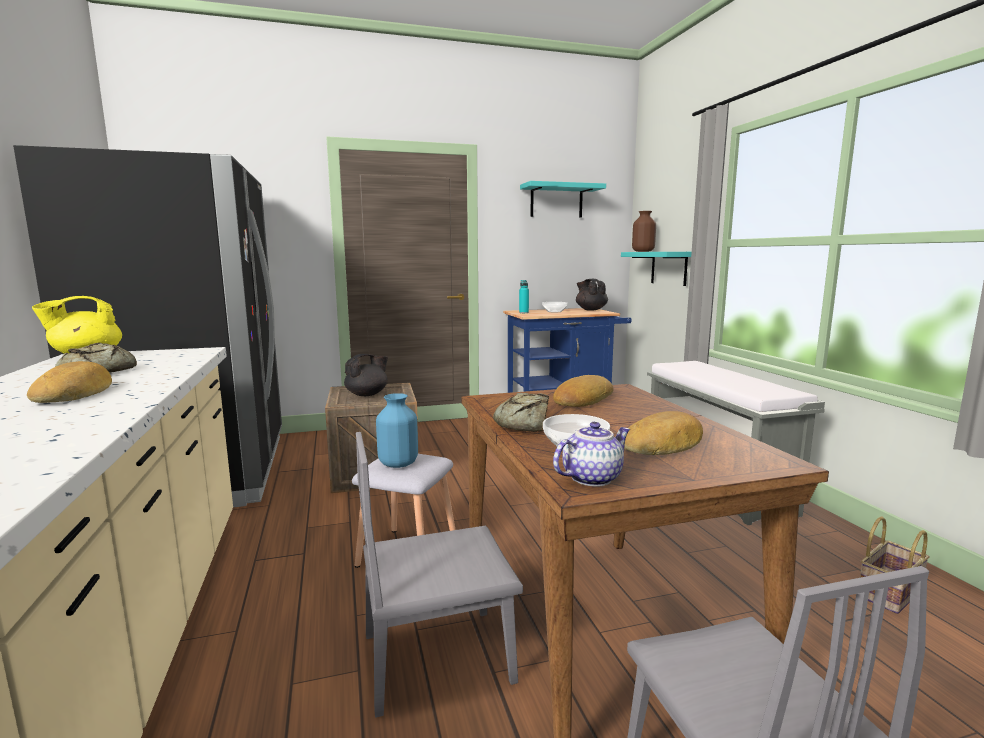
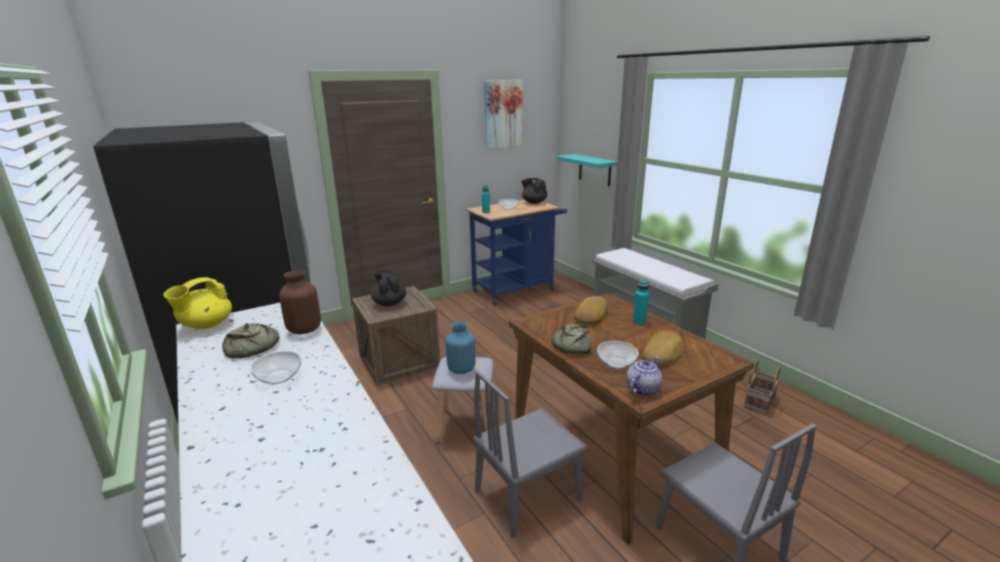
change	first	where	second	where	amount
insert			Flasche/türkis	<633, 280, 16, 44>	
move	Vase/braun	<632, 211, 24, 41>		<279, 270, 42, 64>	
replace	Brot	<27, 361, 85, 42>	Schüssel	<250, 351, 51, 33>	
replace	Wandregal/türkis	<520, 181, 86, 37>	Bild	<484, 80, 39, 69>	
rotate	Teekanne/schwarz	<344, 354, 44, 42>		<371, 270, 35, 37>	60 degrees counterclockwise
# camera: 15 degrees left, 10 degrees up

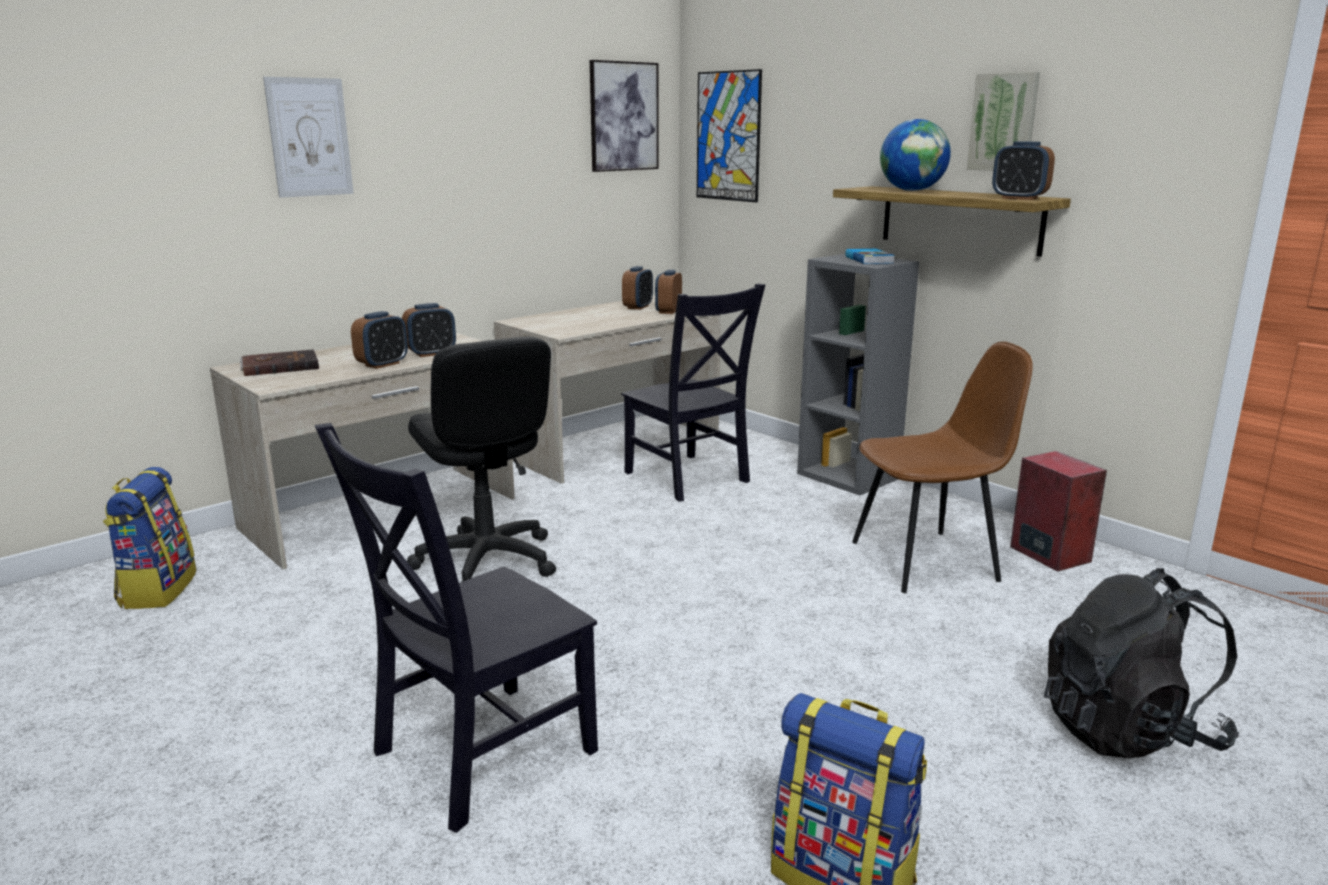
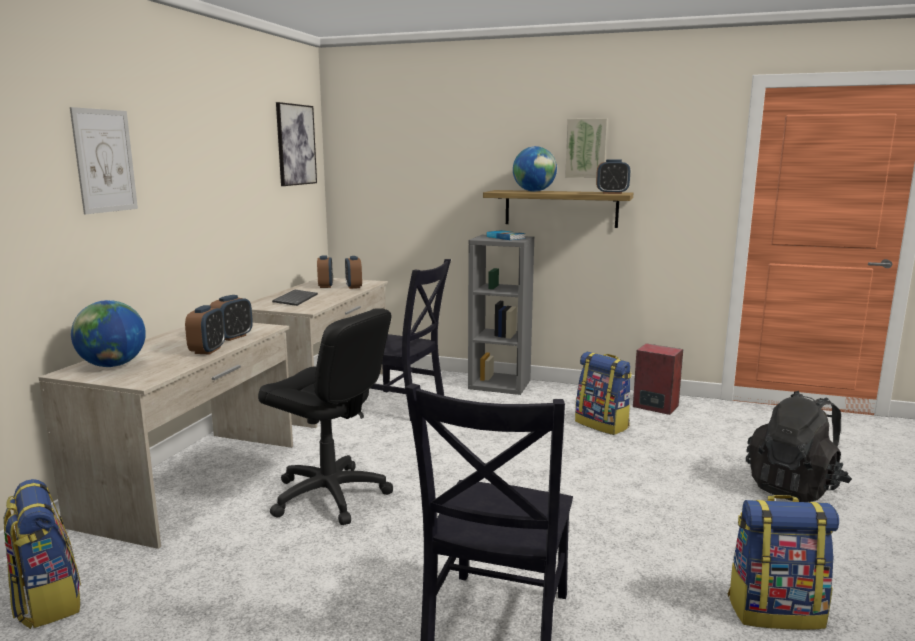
change	first	where	second	where	amount
delete	Bild	<697, 69, 65, 133>			
insert			Tastatur	<272, 290, 46, 16>	
replace	Buch/braun	<240, 349, 79, 27>	Globus	<71, 300, 75, 67>	
replace	Stuhl/braun	<852, 341, 181, 252>	Rucksack	<575, 352, 57, 83>	
# camera: 30 degrees left, 5 degrees down

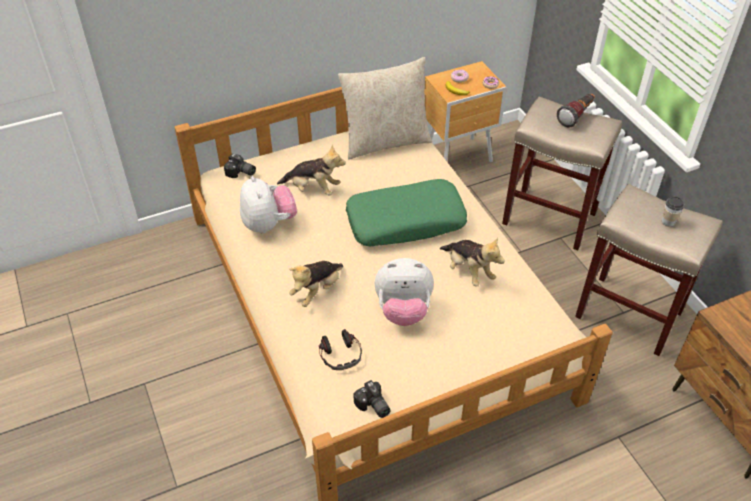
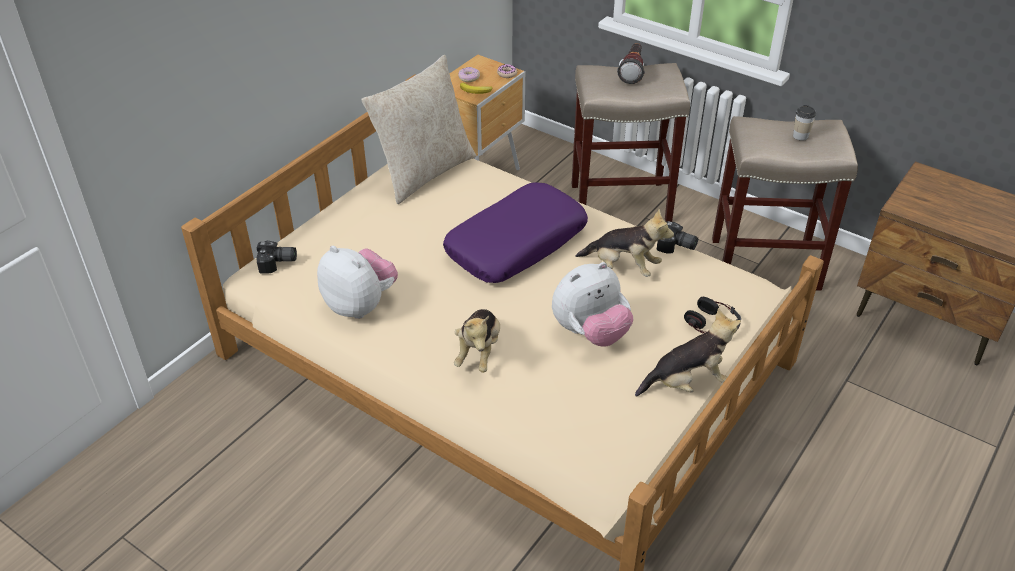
change	first	where	second	where	amount
move	Plüschtier	<277, 144, 69, 51>		<635, 308, 106, 89>	
move	Kopfhörer	<319, 329, 43, 41>		<684, 297, 57, 37>	
move	Kamera	<353, 380, 38, 38>		<657, 221, 41, 33>	
recolor	Kissen/grün	<346, 179, 121, 67>	Kissen/lila	<443, 182, 145, 101>	
# camera: 30 degrees left, 5 degrees down

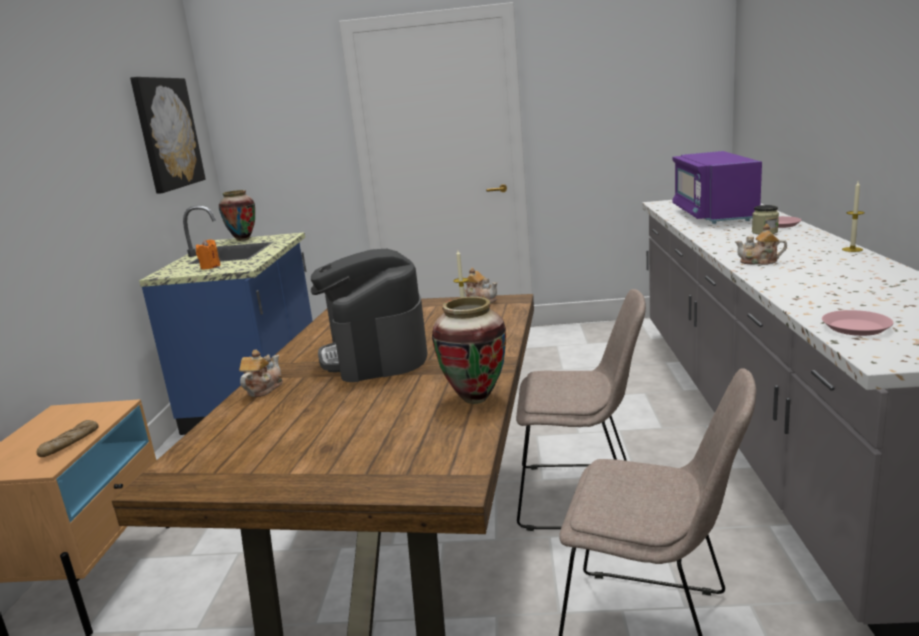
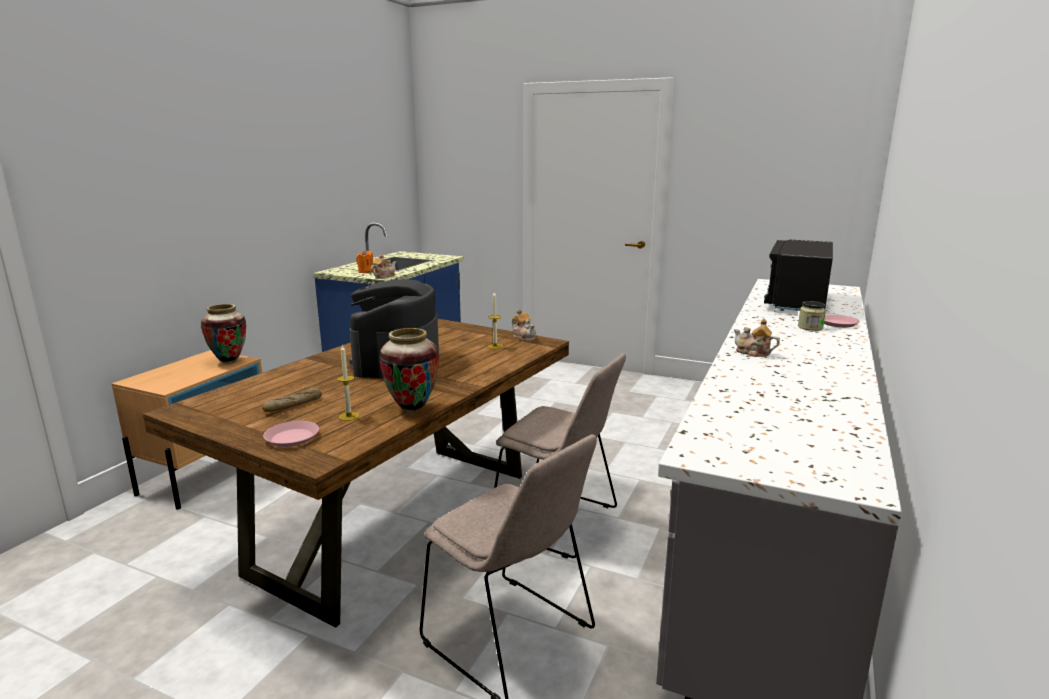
change	first	where	second	where	amount
delete	Bild	<130, 77, 76, 117>			
move	Brot	<37, 420, 62, 37>		<262, 387, 60, 25>	
move	Vase	<219, 190, 36, 51>		<201, 304, 45, 60>	
move	Teekanne	<239, 350, 44, 47>		<371, 254, 25, 24>	
move	Teller/rosa	<822, 310, 71, 26>		<263, 421, 56, 26>	
move	Kerze	<842, 181, 23, 71>		<337, 344, 22, 77>	
recolor	Mikrowelle/lila	<672, 151, 90, 73>	Mikrowelle/schwarz	<764, 239, 69, 72>	
# camera: 20 degrees right, 0 degrees up

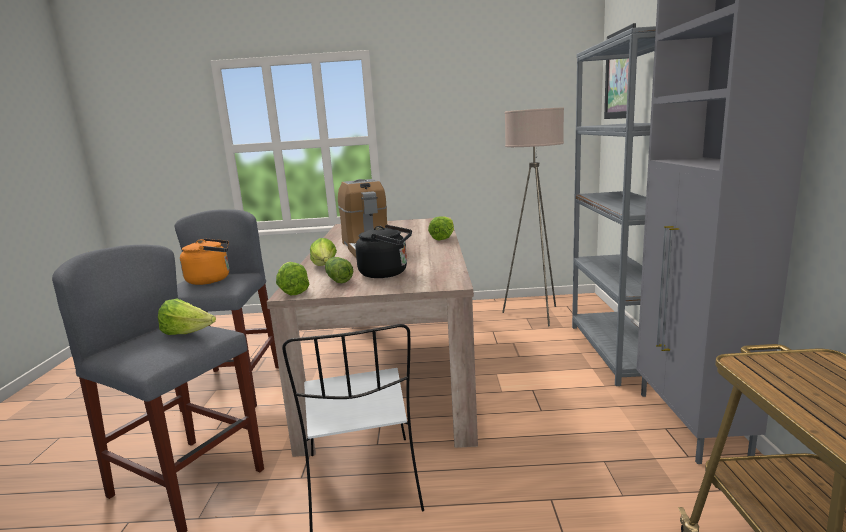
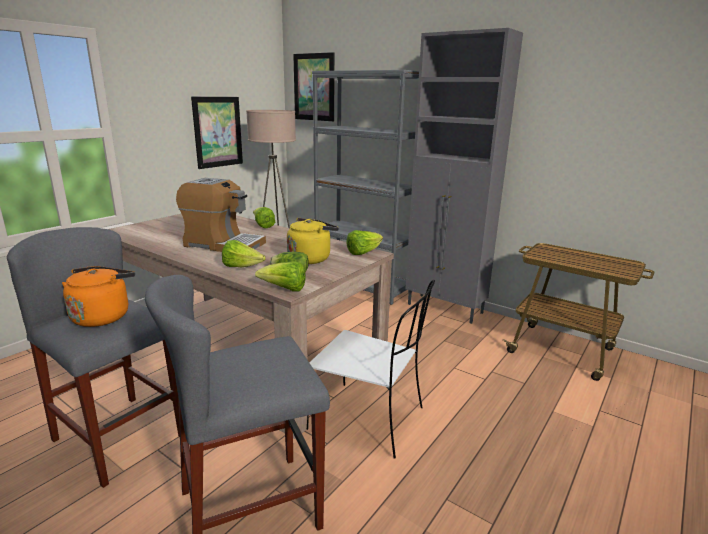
change	first	where	second	where	amount
insert			Bild	<191, 97, 52, 72>	
move	Salatkopf	<158, 299, 58, 36>		<346, 230, 37, 25>	
recolor	Wasserkessel/schwarz	<356, 225, 56, 53>	Wasserkessel/gelb	<287, 218, 52, 46>	
# camera: 55 degrees left, 5 degrees up

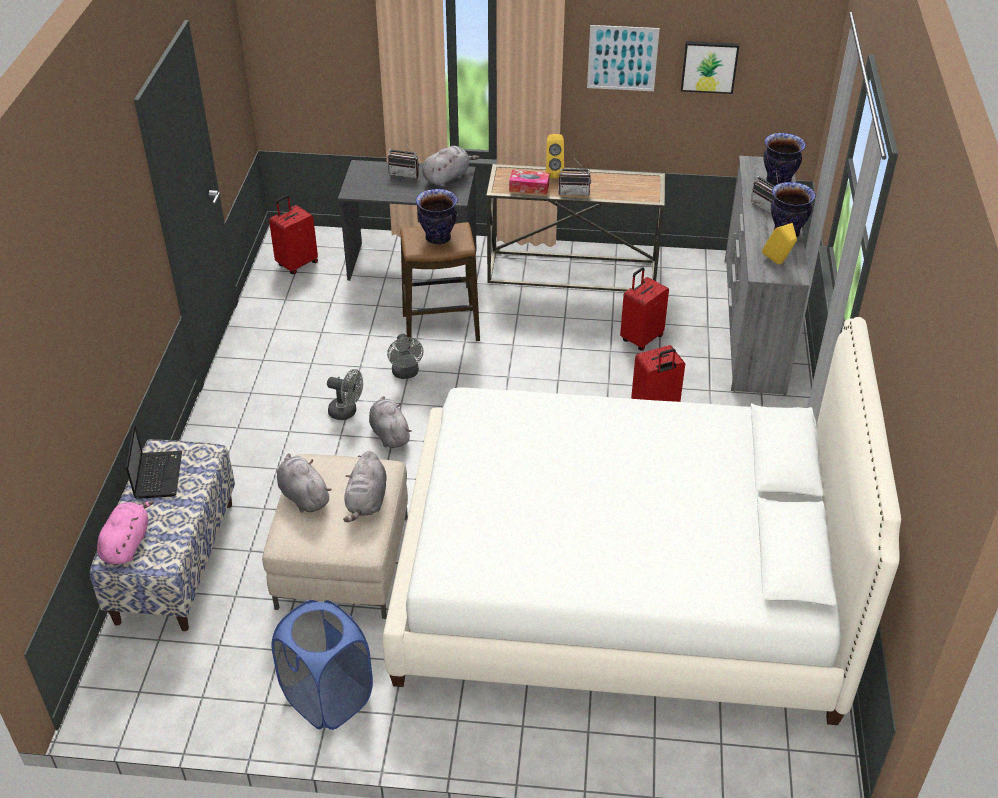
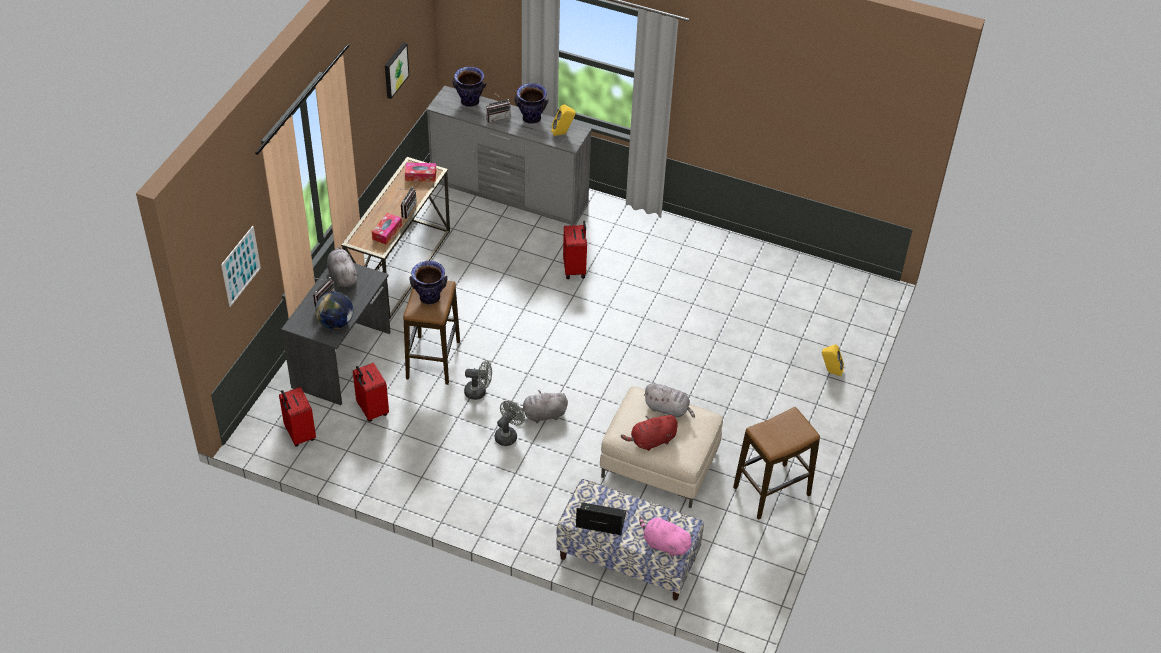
change	first	where	second	where	amount
delete	Bett/weiß	<383, 317, 518, 408>			
insert			Globus	<315, 291, 38, 38>	
insert			Taschentuchbox	<405, 163, 31, 19>	
move	Lautsprecher/gelb	<546, 134, 18, 44>		<822, 345, 22, 31>	
move	Bild	<587, 25, 73, 66>		<221, 226, 40, 81>	
move	Koffer/rot	<620, 267, 49, 84>		<353, 363, 36, 59>	
replace	Wäschekorb/blau	<271, 600, 102, 130>	Hocker	<733, 407, 87, 113>	
recolor	Plüschtier/grau	<277, 453, 54, 59>	Plüschtier/rot	<621, 414, 57, 37>	
# camera: 75 degrees left, 5 degrees up

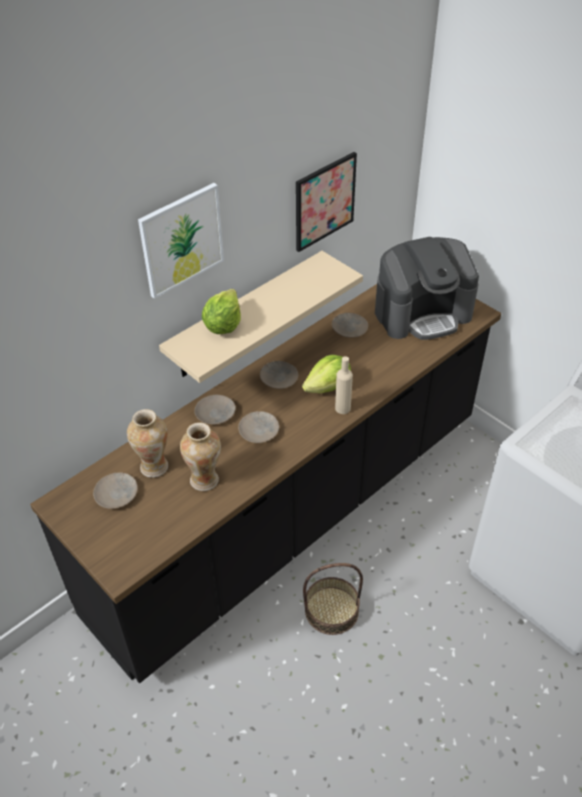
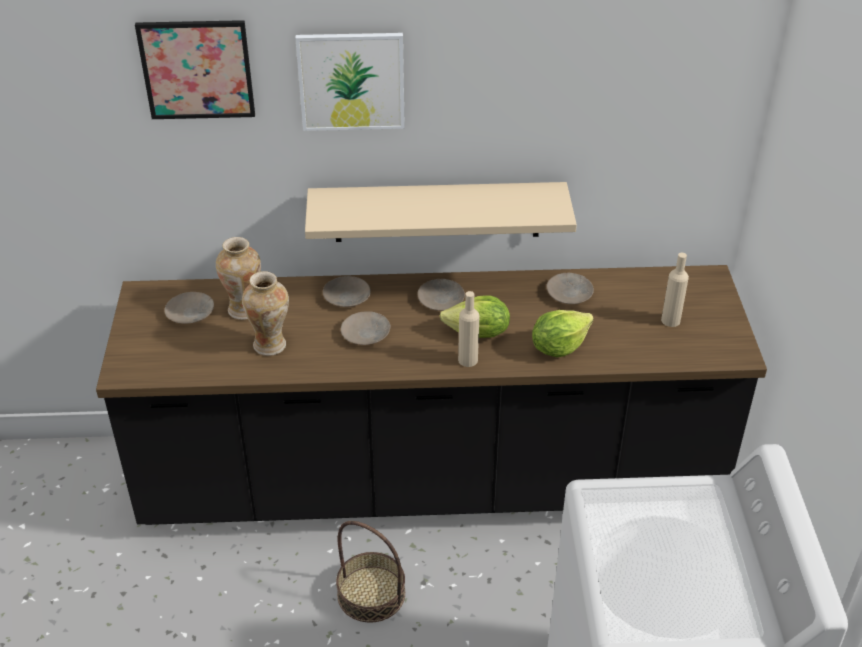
change	first	where	second	where	amount
move	Salatkopf	<202, 289, 39, 45>		<532, 310, 62, 47>	
move	Bild	<296, 152, 61, 100>		<135, 20, 120, 99>	
replace	Kaffeemaschine	<375, 237, 104, 103>	Flasche/beige	<661, 253, 28, 74>	
# camera: 40 degrees right, 5 degrees down

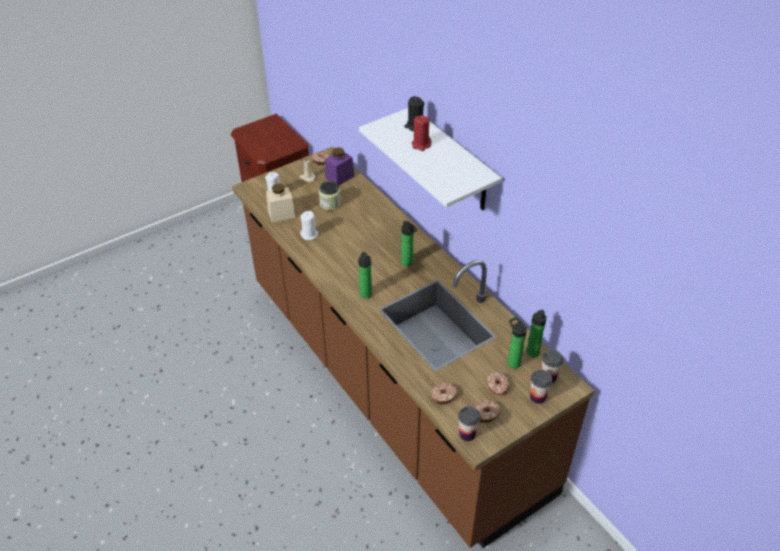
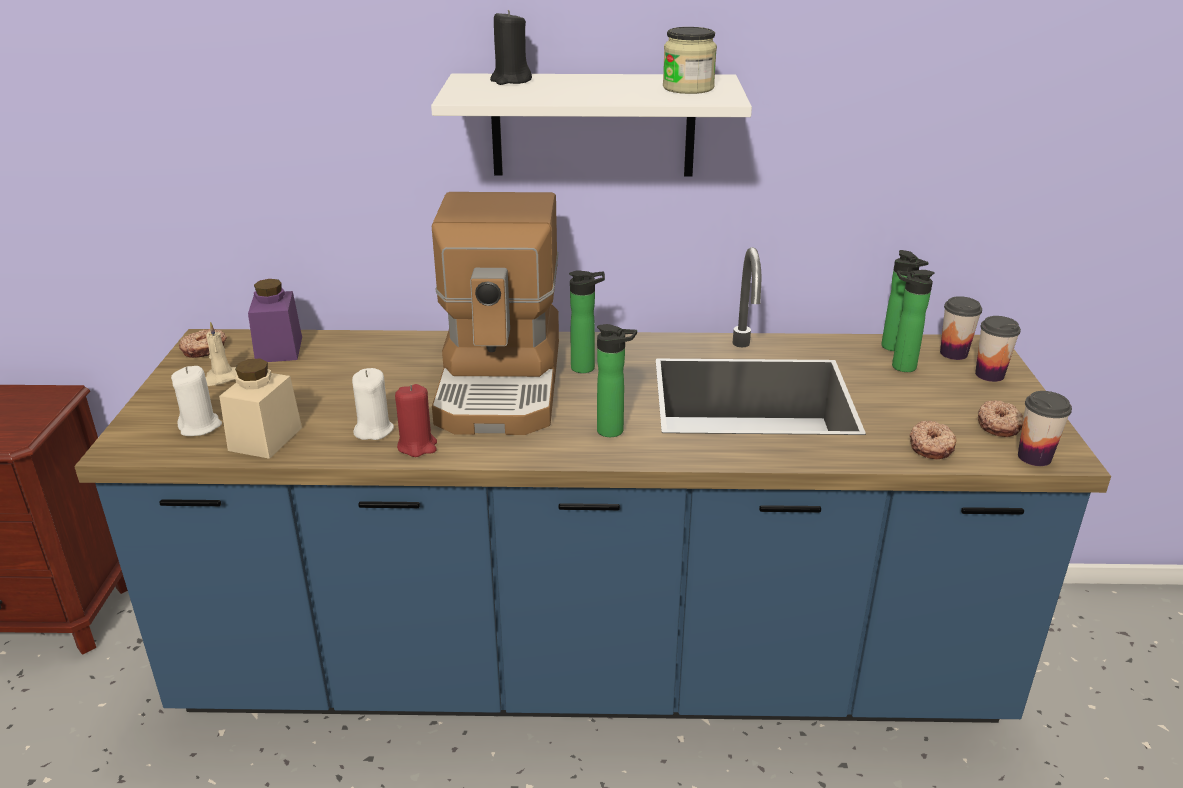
change	first	where	second	where	amount
delete	Donut	<487, 372, 22, 23>			
insert			Kaffeemaschine	<432, 192, 127, 243>	
move	Vorratsglas	<319, 181, 22, 30>		<663, 27, 54, 67>	
move	Kerze/rot	<412, 115, 20, 36>		<395, 384, 42, 73>	
recolor	Küchenzeile/braun	<232, 147, 362, 401>	Küchenzeile/blau	<74, 247, 1037, 476>	
# camera: 55 degrees left, 15 degrees down

